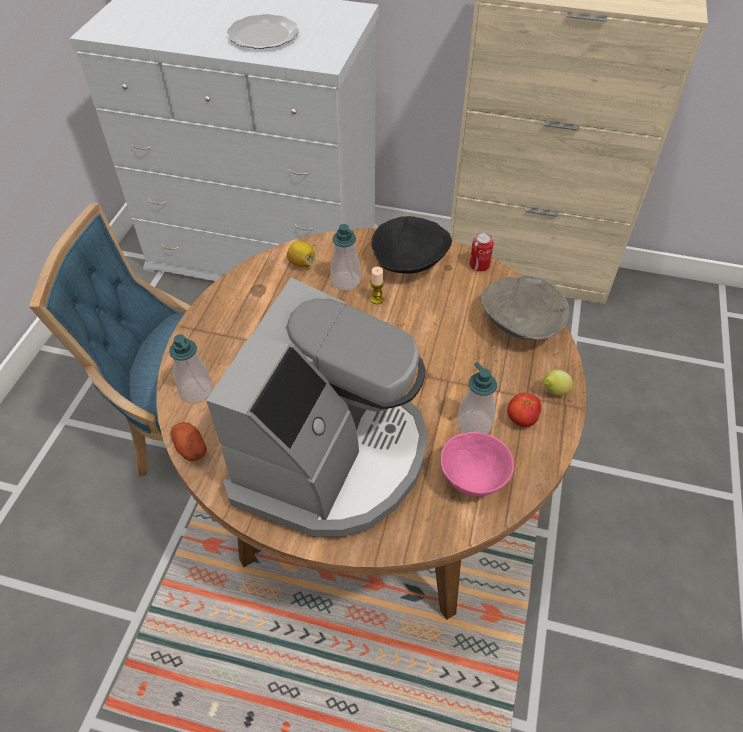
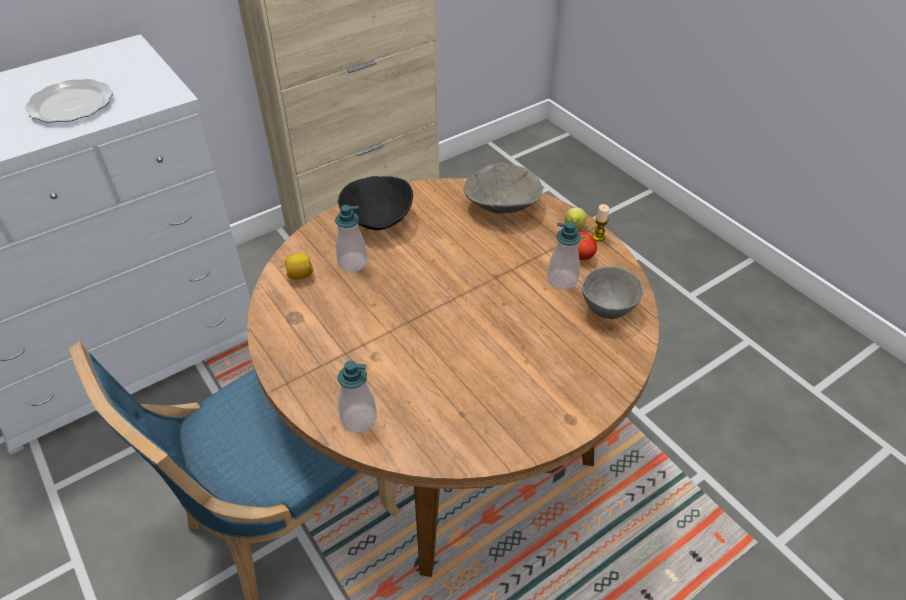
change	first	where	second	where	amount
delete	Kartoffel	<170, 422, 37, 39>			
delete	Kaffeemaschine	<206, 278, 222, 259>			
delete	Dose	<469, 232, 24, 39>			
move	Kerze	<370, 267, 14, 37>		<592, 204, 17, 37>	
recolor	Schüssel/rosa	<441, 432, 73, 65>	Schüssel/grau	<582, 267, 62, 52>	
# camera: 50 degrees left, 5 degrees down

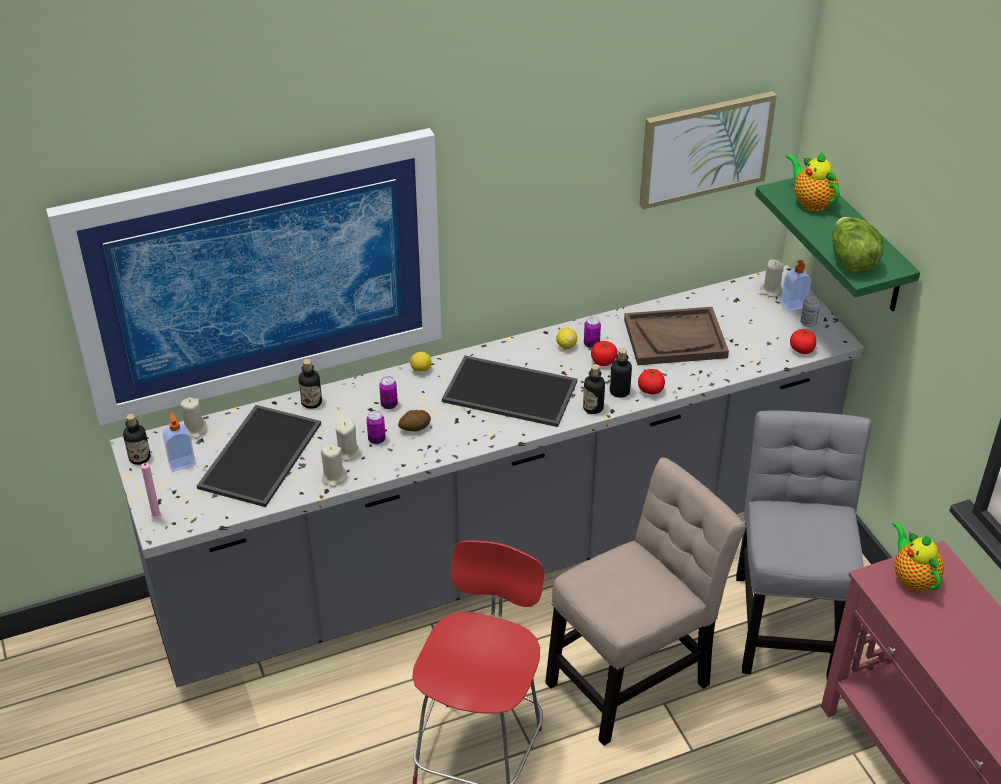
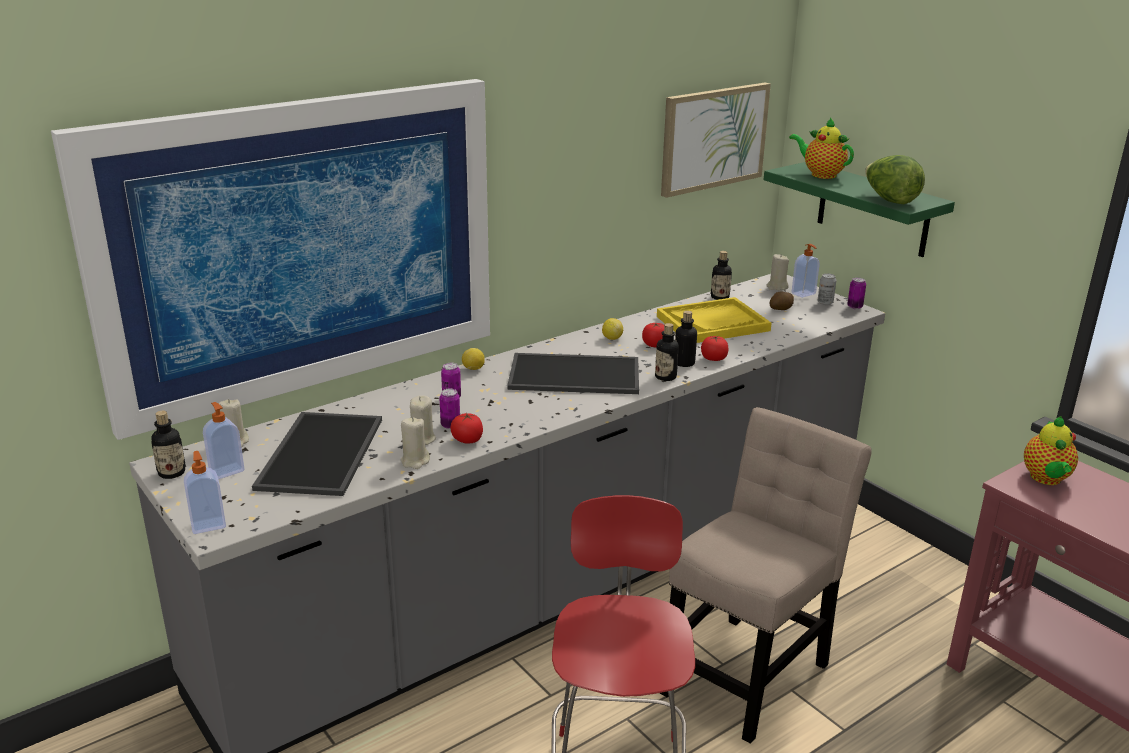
change	first	where	second	where	amount
delete	Stuhl/grau	<736, 410, 135, 269>			
move	Flasche	<299, 359, 23, 50>		<711, 251, 21, 49>	
move	Kartoffel	<398, 410, 33, 22>		<770, 291, 24, 19>	
move	Dose	<584, 316, 17, 32>		<847, 277, 19, 32>	
move	Tomate	<790, 329, 26, 25>		<451, 413, 32, 31>	
replace	Kerze/rosa	<141, 463, 21, 56>	Seifenspender	<184, 451, 42, 83>	
recolor	Tablett/braun	<624, 307, 105, 58>	Tablett/gelb	<657, 297, 115, 46>	
rotate	Teekanne	<892, 521, 52, 71>		<1024, 416, 54, 69>	135 degrees counterclockwise
# camera: 15 degrees left, 15 degrees down

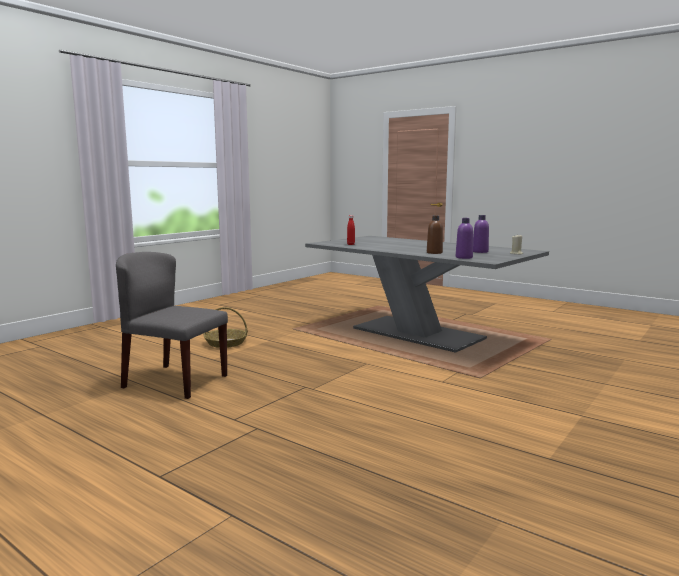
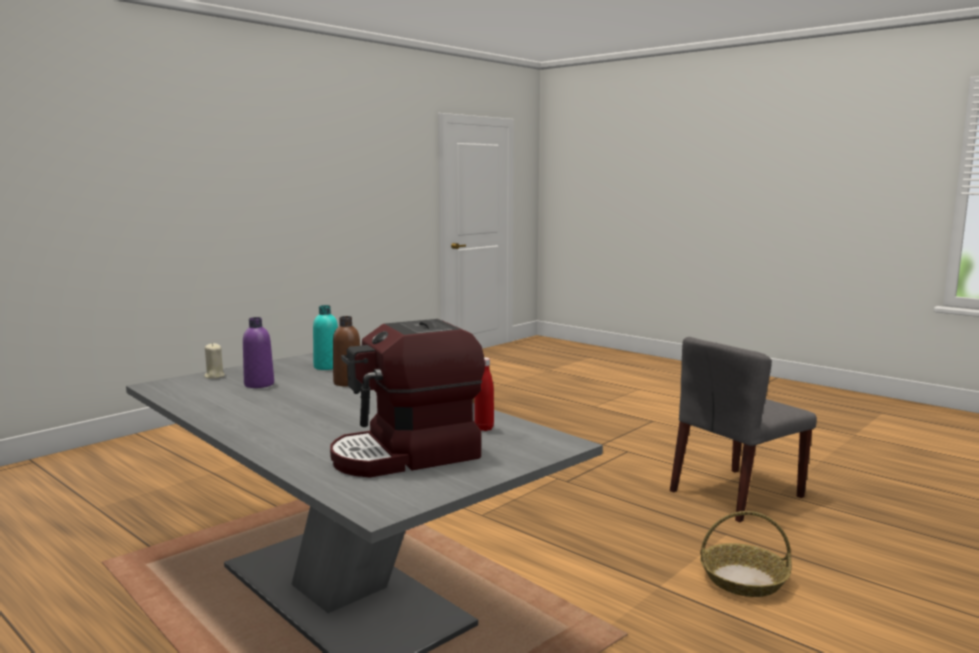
change	first	where	second	where	amount
insert			Kaffeemaschine	<330, 319, 155, 158>	
recolor	Flasche/lila	<456, 218, 17, 41>	Flasche/türkis	<313, 305, 25, 65>	
rotate	Stuhl/grau	<116, 252, 112, 147>		<670, 337, 147, 185>	120 degrees clockwise
# camera: 175 degrees left, 0 degrees up

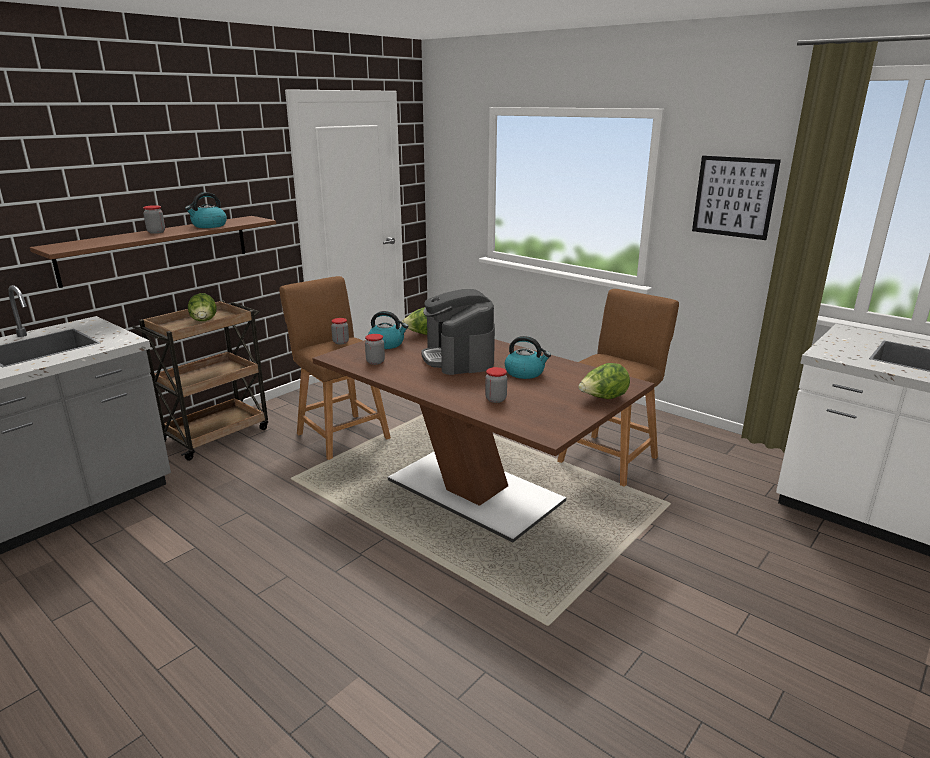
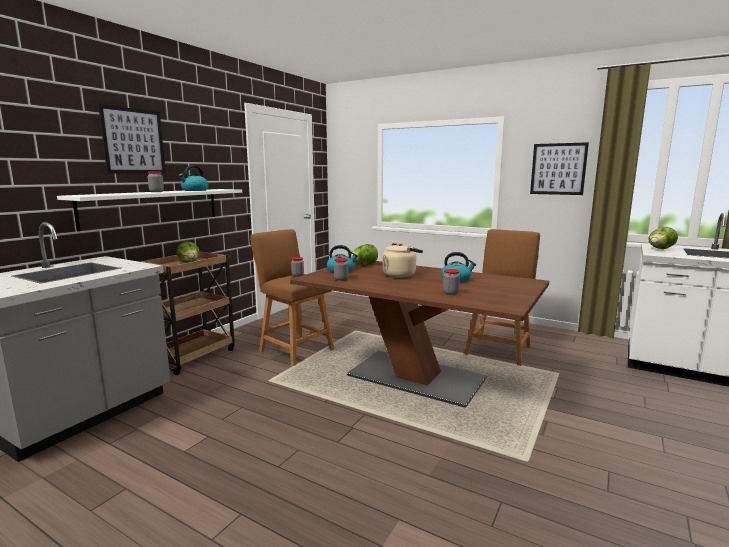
change	first	where	second	where	amount
insert			Bild	<98, 104, 68, 70>	
move	Salatkopf	<578, 363, 52, 36>		<649, 227, 29, 22>	
replace	Kaffeemaschine	<421, 289, 74, 86>	Wasserkessel/beige	<383, 243, 40, 35>	
recolor	Wandregal/braun	<30, 216, 246, 72>	Wandregal/weiß	<57, 189, 185, 42>	
# camera: 10 degrees left, 10 degrees down

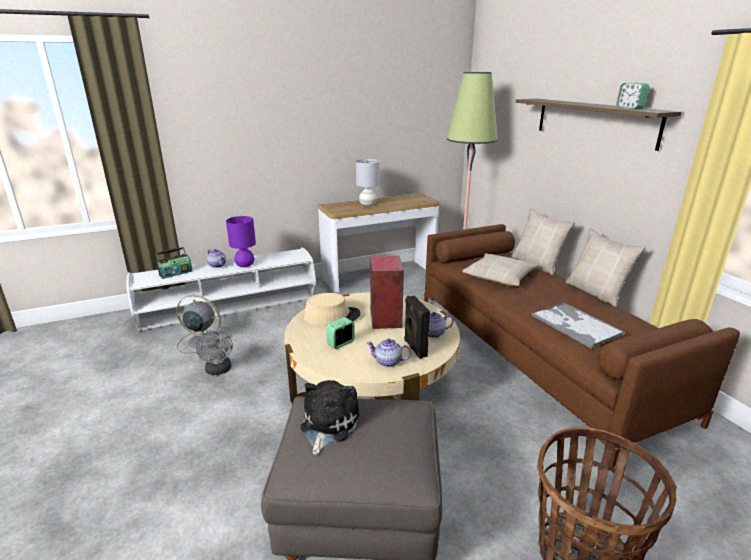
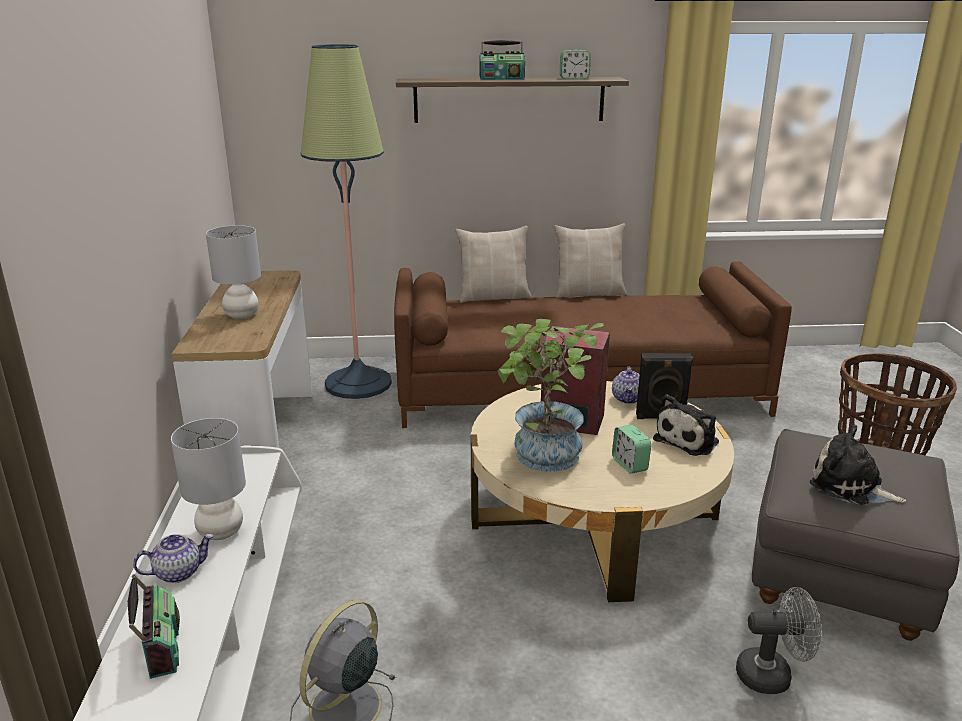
change	first	where	second	where	amount
delete	Kissen/beige	<463, 253, 75, 33>			
delete	Tablett	<532, 302, 93, 47>			
insert			Radio	<480, 40, 45, 40>	
move	Ventilator/grau	<196, 331, 37, 44>		<736, 587, 86, 107>	
replace	Hut/beige	<304, 293, 57, 33>	Topfpflanze	<498, 319, 106, 153>	
replace	Teekanne	<367, 339, 44, 28>	Plüschtier	<653, 394, 66, 62>	
recolor	Tischlampe/lila	<226, 216, 30, 51>	Tischlampe/grau	<171, 418, 75, 122>	
# camera: 70 degrees left, 0 degrees up

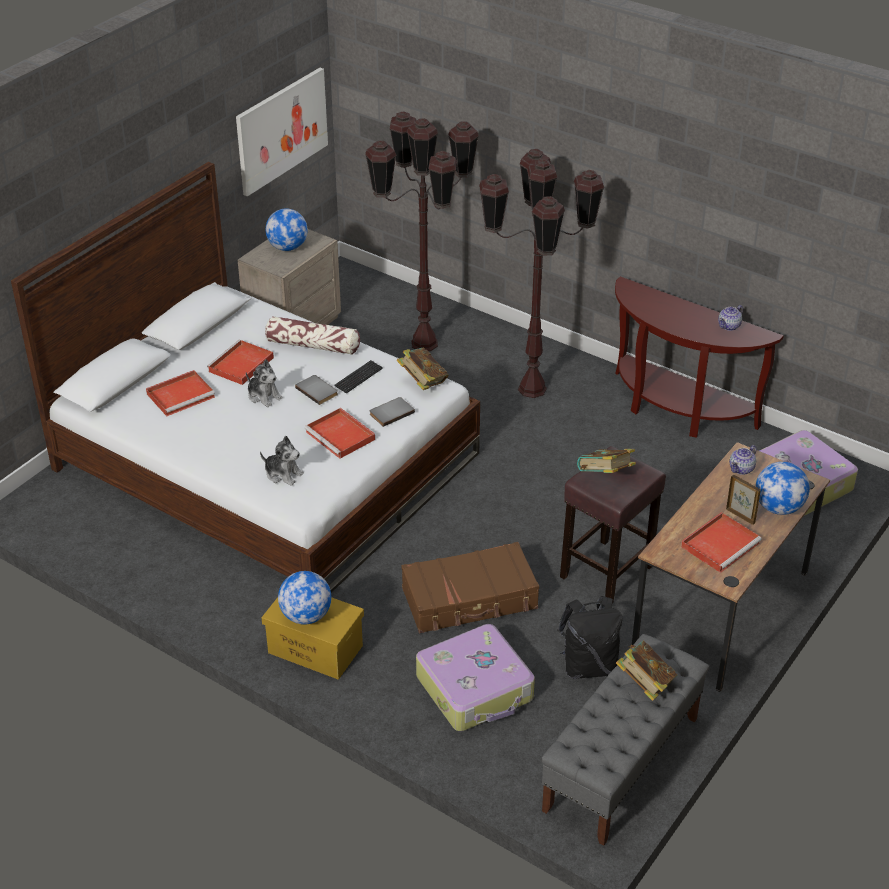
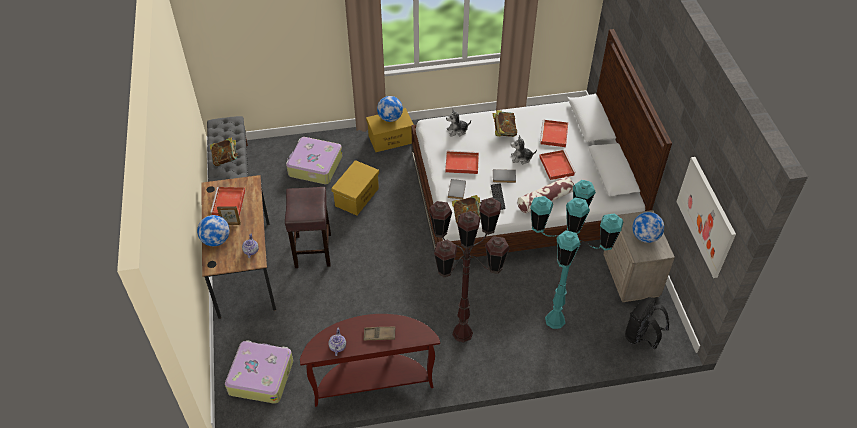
change	first	where	second	where	amount
insert			Tablett/braun	<364, 326, 31, 15>	
move	Rucksack/schwarz	<557, 596, 65, 83>		<625, 297, 44, 52>	
move	Buch	<577, 449, 59, 24>		<493, 110, 24, 27>	
replace	Koffer/braun	<402, 542, 137, 91>	Aufbewahrungsbox/gelb	<331, 160, 48, 56>	
recolor	Stehlampe/braun	<365, 111, 114, 240>	Stehlampe/türkis	<530, 180, 93, 149>	
# camera: 135 degrees right, 10 degrees up

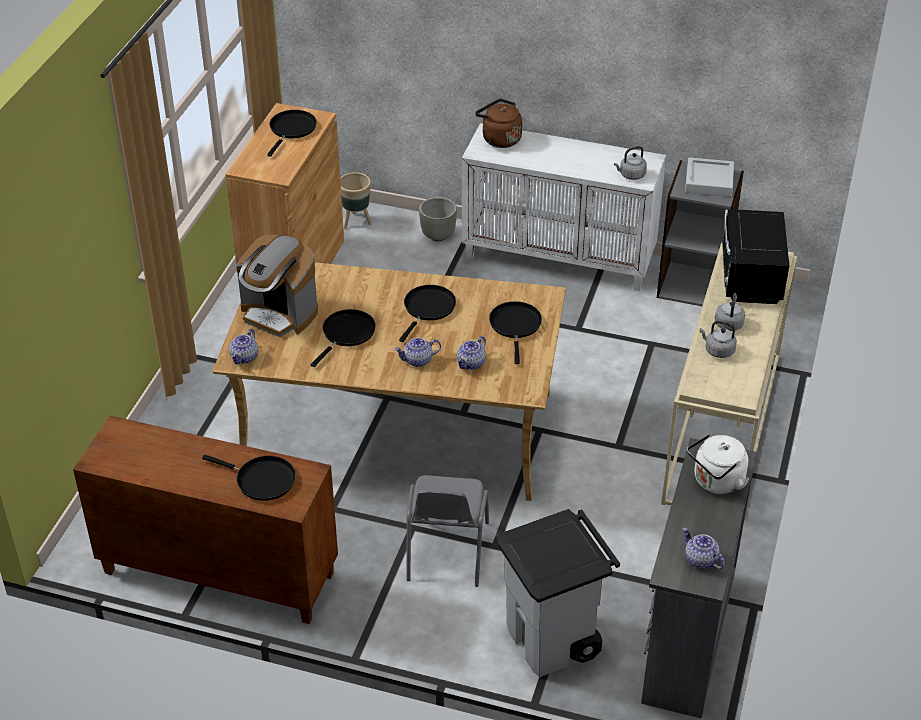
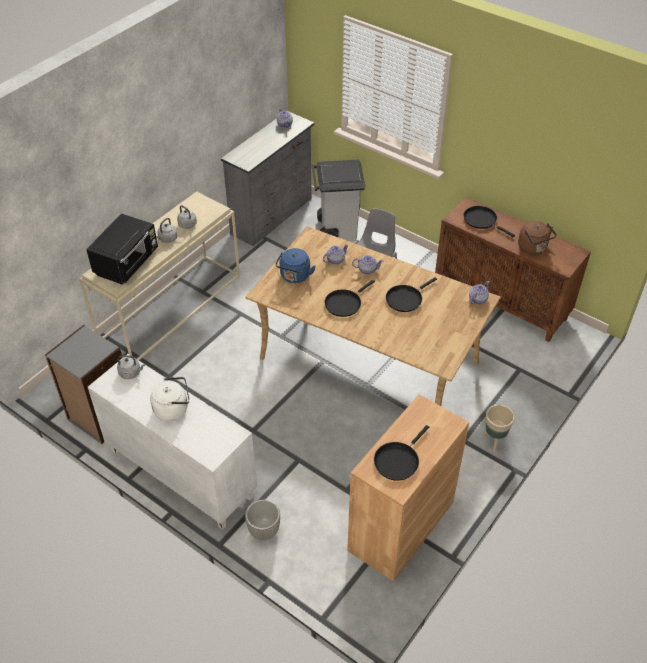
change	first	where	second	where	amount
delete	Kaffeemaschine	<236, 234, 82, 103>			
delete	Tablett/grau	<685, 157, 49, 40>			
move	Pflanzkübel/beige	<340, 172, 32, 56>		<482, 405, 33, 47>	
move	Wasserkessel/braun	<475, 99, 47, 49>		<518, 221, 39, 34>	
move	Wasserkessel/weiß	<687, 434, 62, 60>		<150, 377, 39, 44>	
replace	Pfanne/schwarz	<489, 301, 53, 63>	Wasserkessel/blau	<275, 248, 41, 35>	
# camera: 160 degrees left, 5 degrees up

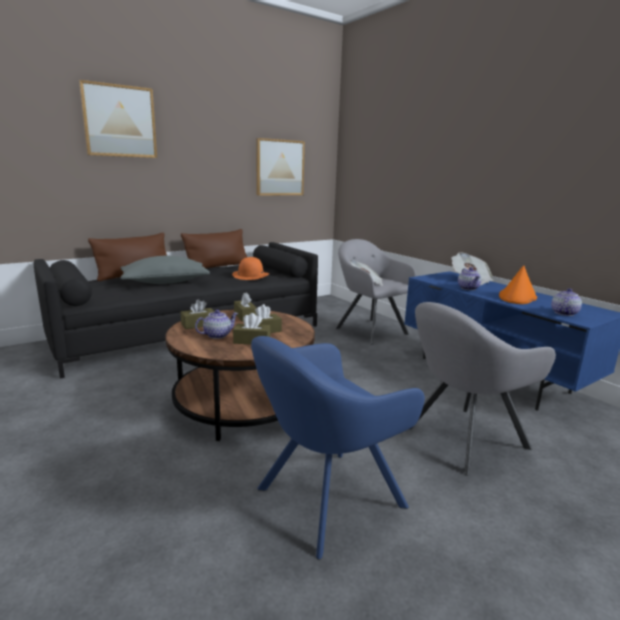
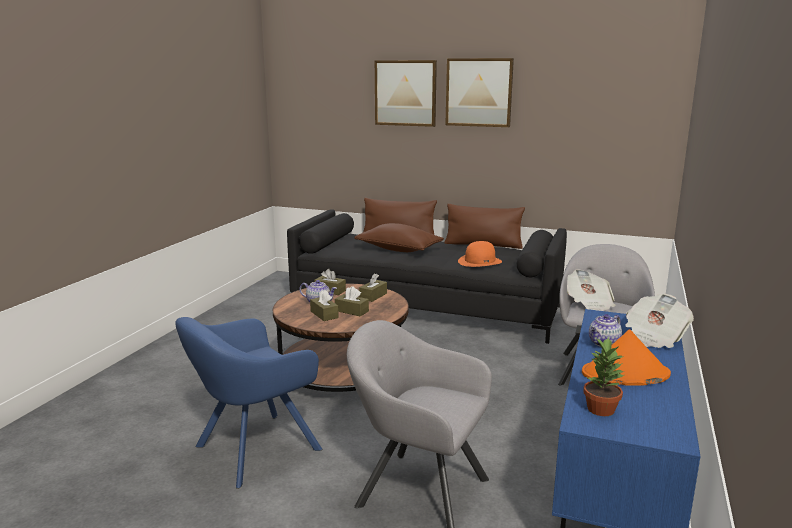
change	first	where	second	where	amount
move	Bild	<256, 138, 49, 58>		<445, 58, 69, 69>	
replace	Teekanne	<551, 288, 31, 28>	Topfpflanze	<583, 337, 41, 79>	
recolor	Kissen/grau	<121, 256, 89, 28>	Kissen/braun	<354, 223, 90, 29>	
rotate	Sessel/blau	<251, 336, 174, 224>		<175, 317, 147, 172>	60 degrees counterclockwise
# camera: 55 degrees right, 0 degrees up

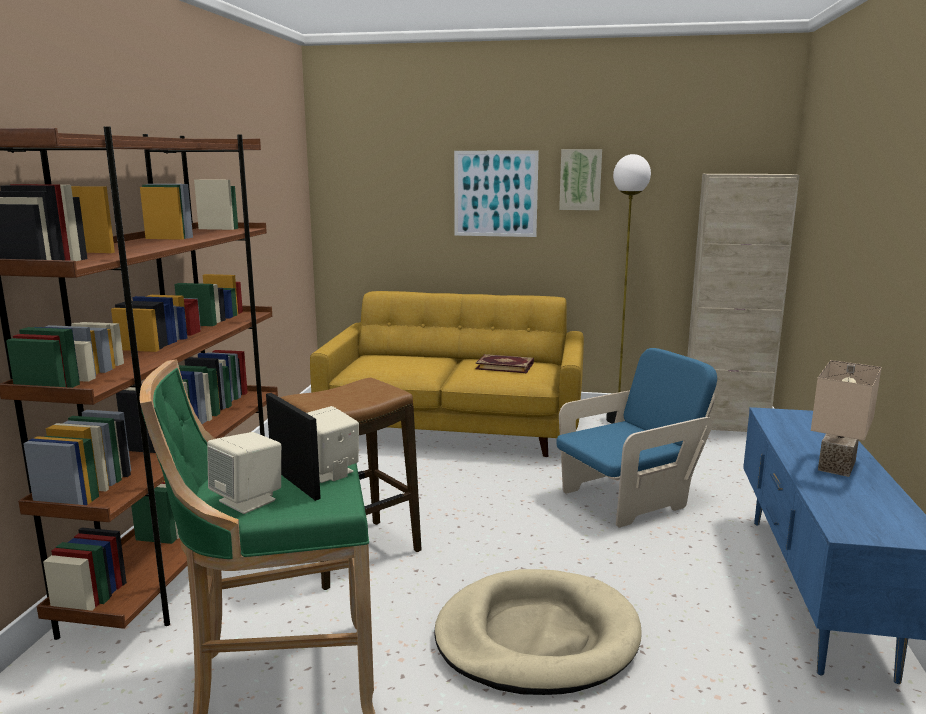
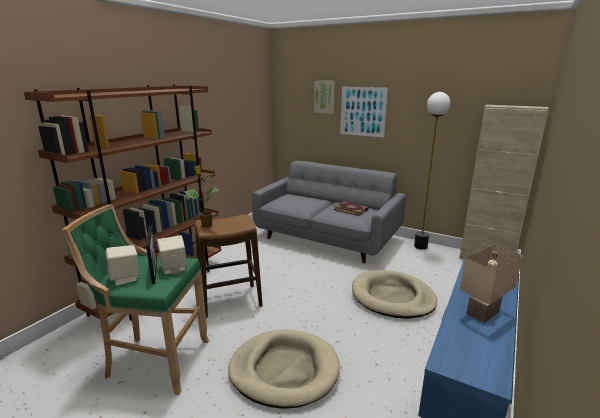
change	first	where	second	where	amount
insert			Topfpflanze	<184, 166, 36, 62>	
move	Bild	<559, 149, 43, 61>		<314, 81, 21, 33>	
replace	Sessel/blau	<557, 348, 160, 180>	Hundebett/beige	<352, 270, 85, 49>	
recolor	Sofa/gelb	<310, 291, 274, 166>	Sofa/grau	<252, 161, 154, 102>	
# camera: 20 degrees right, 5 degrees up

